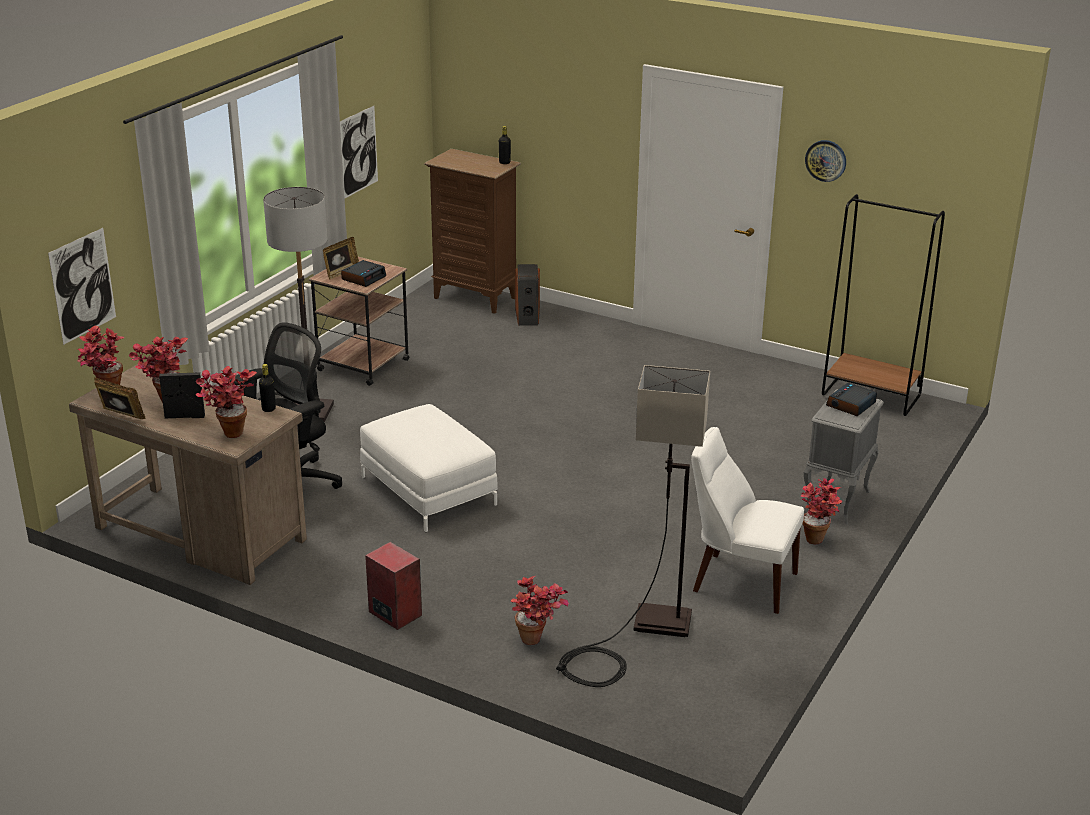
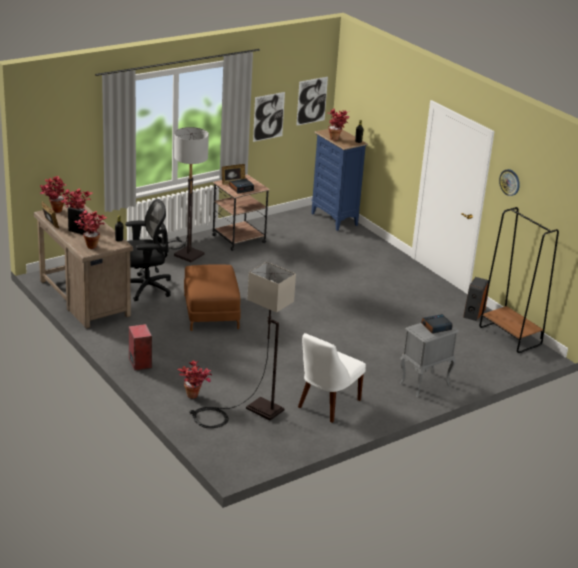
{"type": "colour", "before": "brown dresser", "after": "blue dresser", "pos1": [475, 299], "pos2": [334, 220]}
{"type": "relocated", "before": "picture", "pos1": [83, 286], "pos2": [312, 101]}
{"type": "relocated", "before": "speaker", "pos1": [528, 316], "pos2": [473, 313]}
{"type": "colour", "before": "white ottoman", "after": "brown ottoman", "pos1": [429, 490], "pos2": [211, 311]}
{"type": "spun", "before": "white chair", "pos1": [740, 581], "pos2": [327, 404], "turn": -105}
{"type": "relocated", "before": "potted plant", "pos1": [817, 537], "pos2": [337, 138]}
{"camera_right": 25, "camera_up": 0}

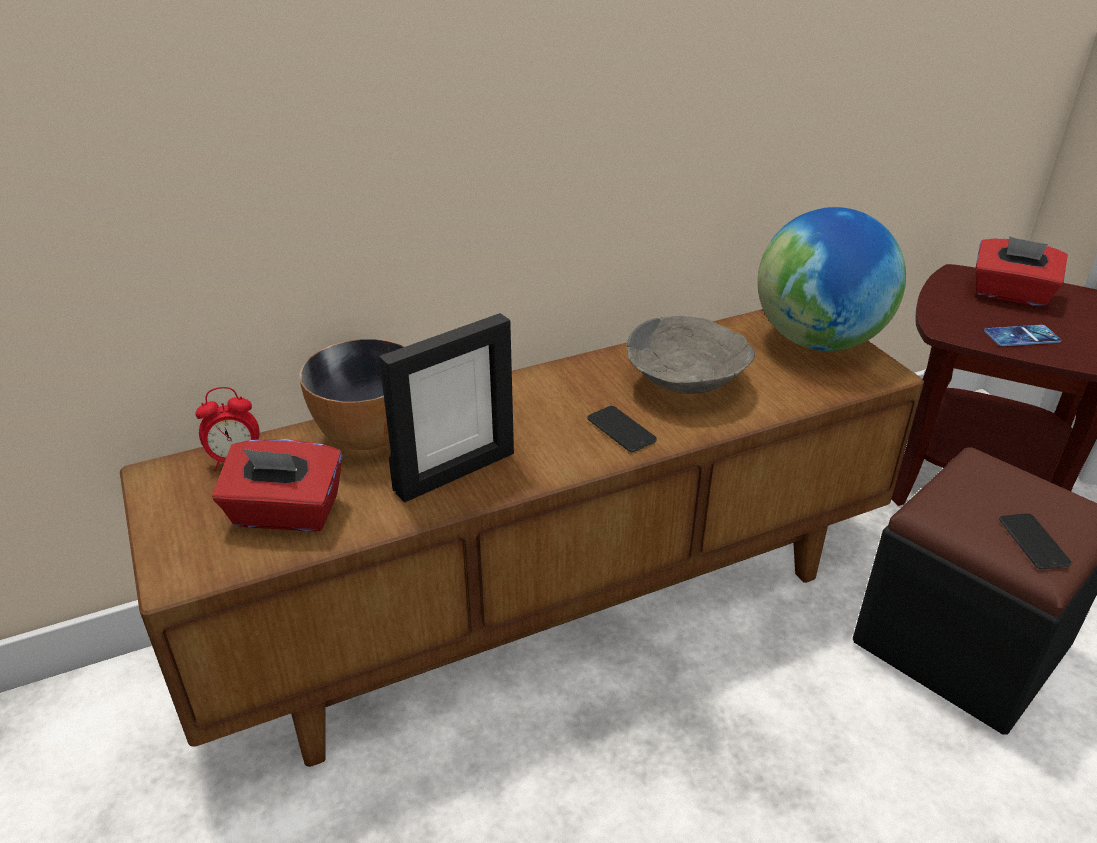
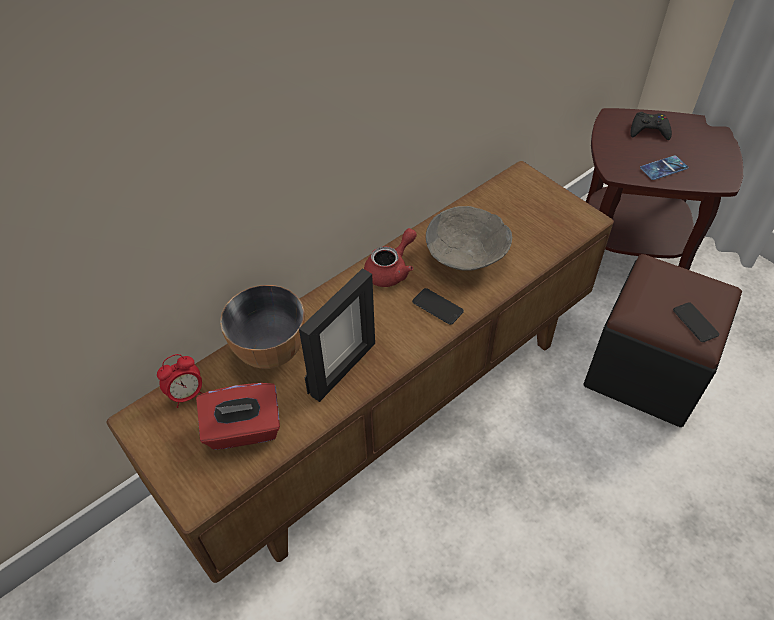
{"type": "missing", "before": "globe", "pos1": [819, 341]}
{"type": "exchanged", "before": "red tissue box", "after": "black game controller", "pos1": [1010, 294], "pos2": [649, 130]}
{"type": "appeared", "after": "red teapot", "pos2": [391, 270]}
{"camera_right": -15, "camera_up": 15}

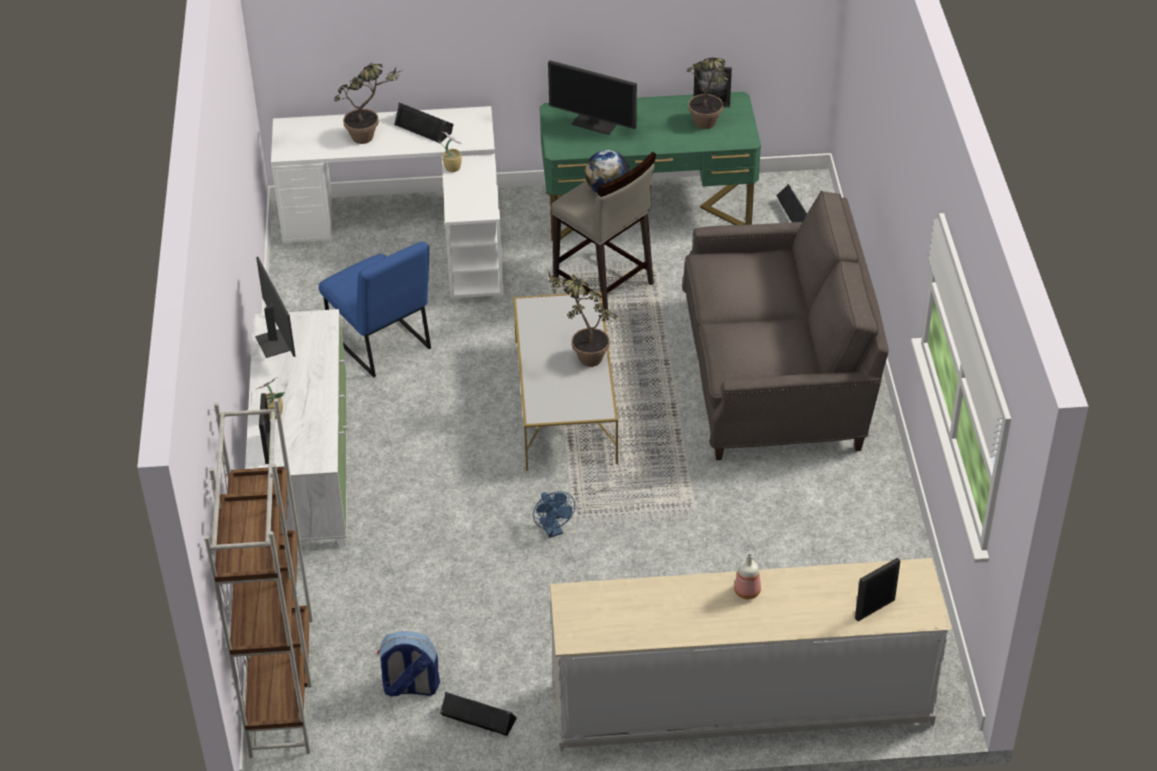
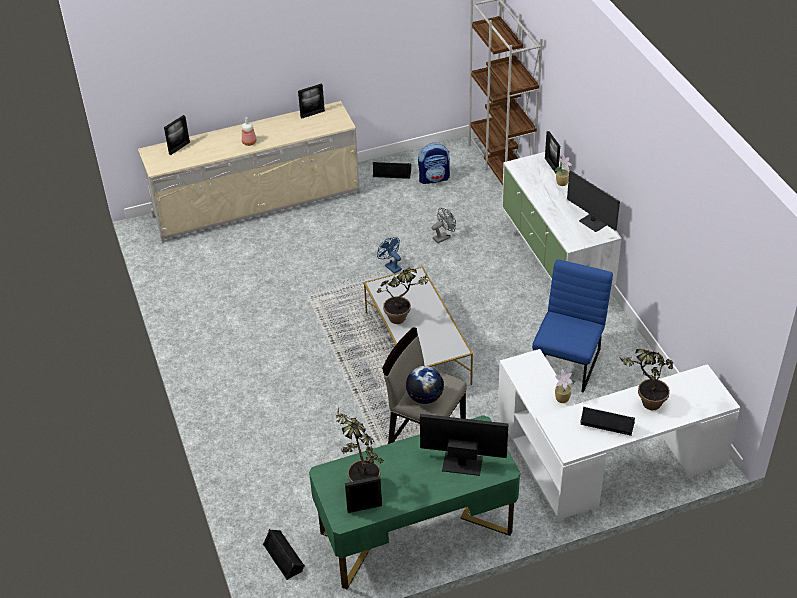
{"type": "missing", "before": "grey sofa", "pos1": [776, 375]}
{"type": "spun", "before": "blue chair", "pos1": [380, 342], "pos2": [568, 362], "turn": 75}
{"type": "appeared", "after": "picture frame", "pos2": [312, 114]}
{"type": "appeared", "after": "grey fan", "pos2": [443, 237]}
{"camera_right": 165, "camera_up": 0}

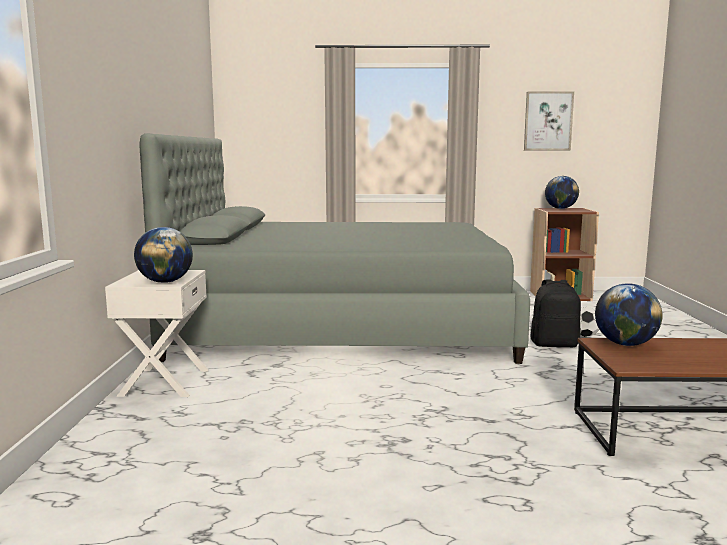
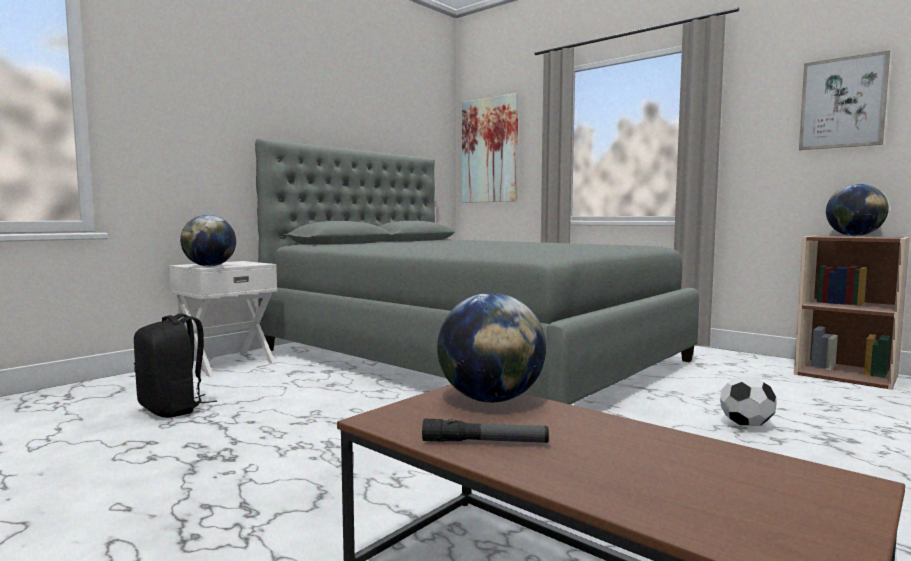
{"type": "relocated", "before": "black backpack", "pos1": [554, 344], "pos2": [173, 409]}
{"type": "appeared", "after": "picture", "pos2": [490, 150]}
{"type": "appeared", "after": "flashlight", "pos2": [485, 442]}
{"camera_right": 40, "camera_up": -5}

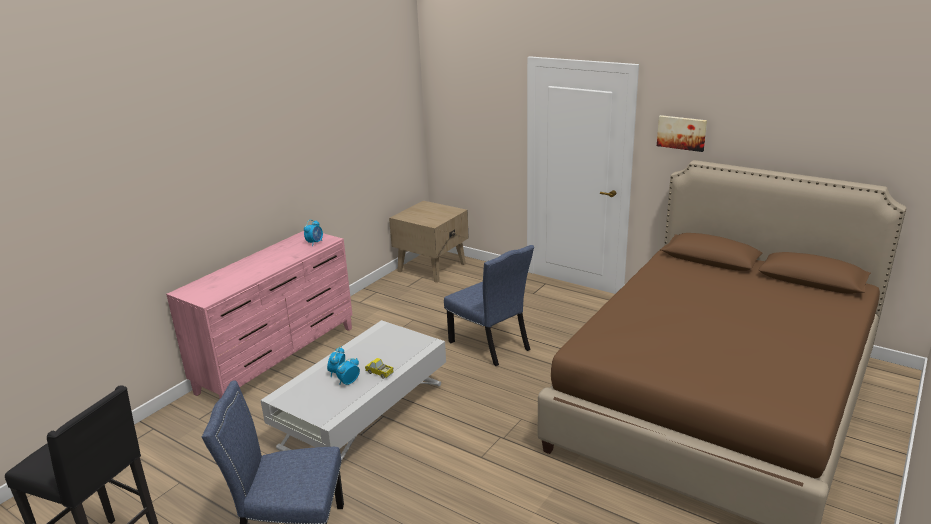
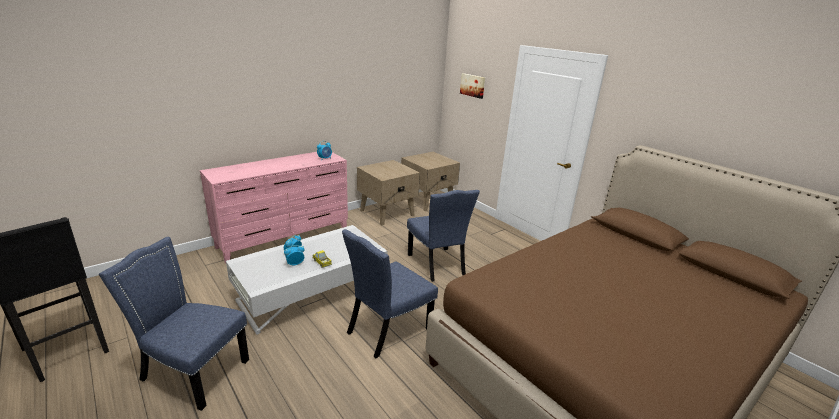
{"type": "relocated", "before": "picture", "pos1": [682, 132], "pos2": [473, 85]}
{"type": "appeared", "after": "beige nightstand", "pos2": [387, 213]}
{"type": "appeared", "after": "blue chair", "pos2": [389, 329]}
{"camera_right": 15, "camera_up": 0}

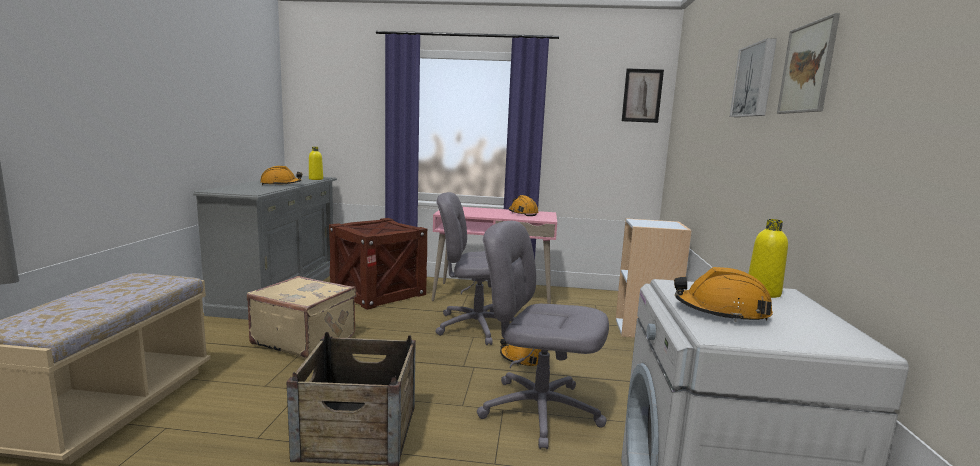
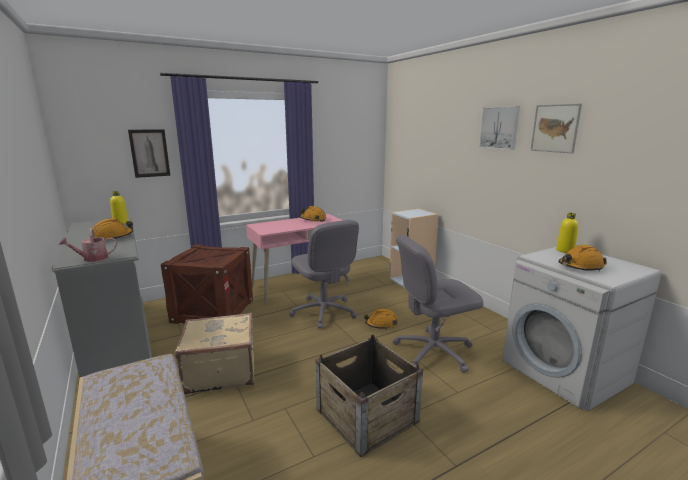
{"type": "relocated", "before": "picture", "pos1": [642, 95], "pos2": [149, 153]}
{"type": "spun", "before": "grey office chair", "pos1": [477, 326], "pos2": [324, 312], "turn": -90}
{"type": "appeared", "after": "watering can", "pos2": [92, 258]}
{"camera_right": -35, "camera_up": 5}

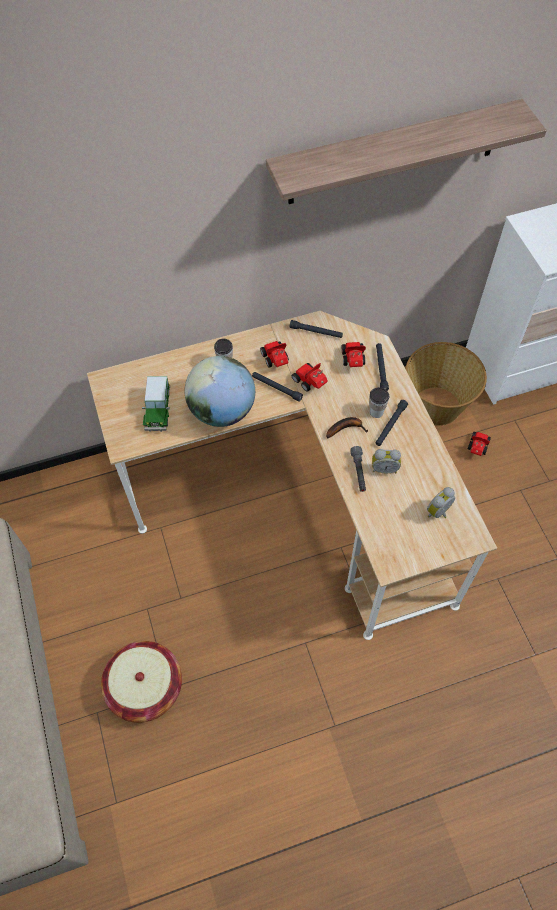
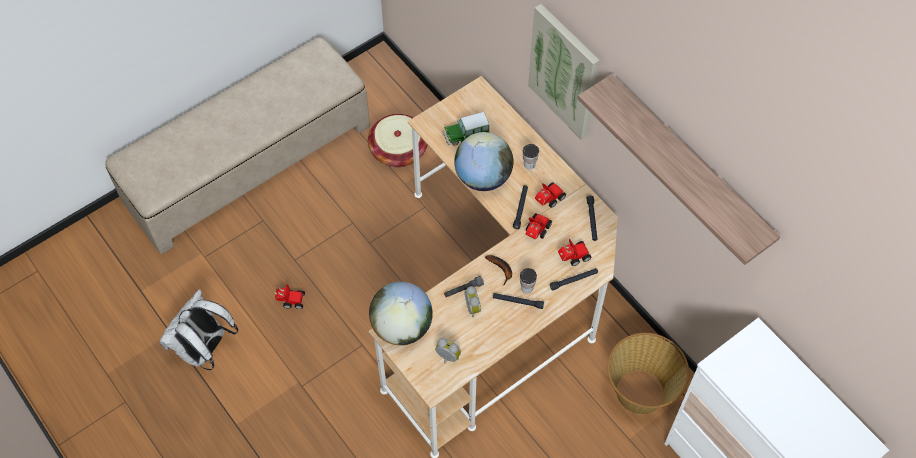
{"type": "relocated", "before": "toy car", "pos1": [477, 448], "pos2": [290, 300]}
{"type": "relocated", "before": "basket", "pos1": [145, 687], "pos2": [398, 150]}
{"type": "appeared", "after": "picture", "pos2": [564, 71]}
{"type": "appeared", "after": "globe", "pos2": [402, 327]}
{"type": "appeared", "after": "white backpack", "pos2": [205, 350]}
{"camera_right": 70, "camera_up": 0}

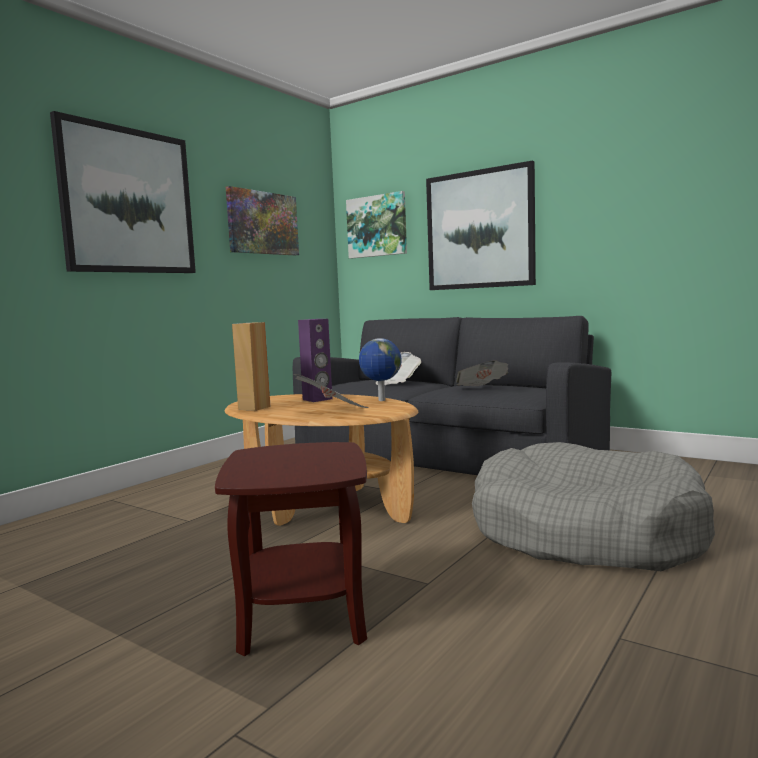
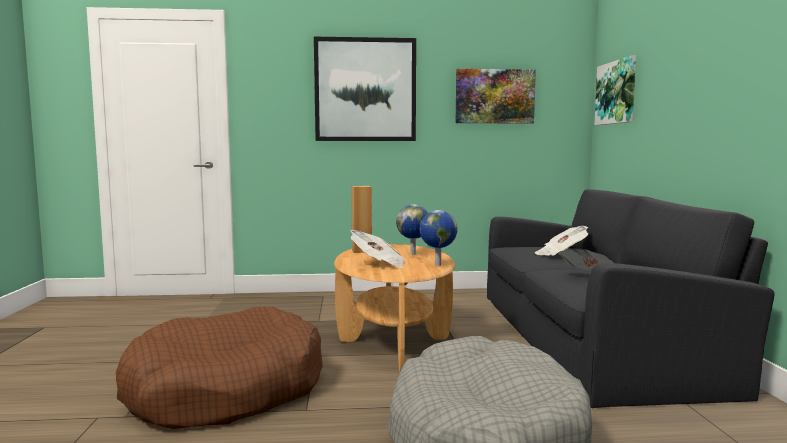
{"type": "missing", "before": "picture", "pos1": [480, 230]}
{"type": "exchanged", "before": "purple speaker", "after": "globe", "pos1": [317, 399], "pos2": [413, 254]}
{"type": "exchanged", "before": "brown side table", "after": "brown dog bed", "pos1": [302, 616], "pos2": [226, 390]}
{"camera_right": 50, "camera_up": 0}

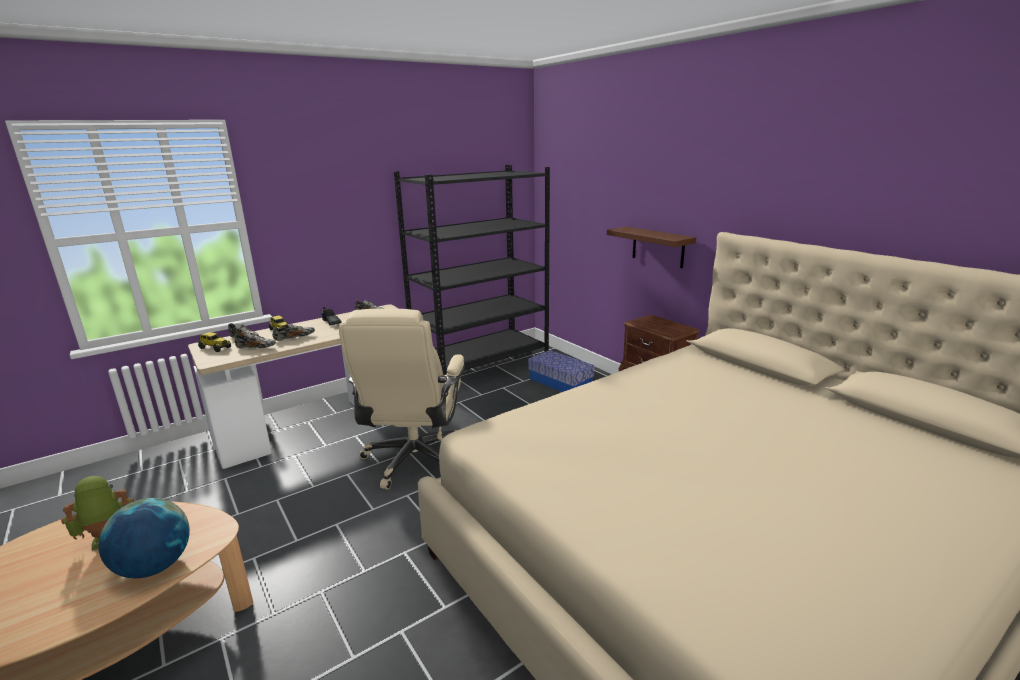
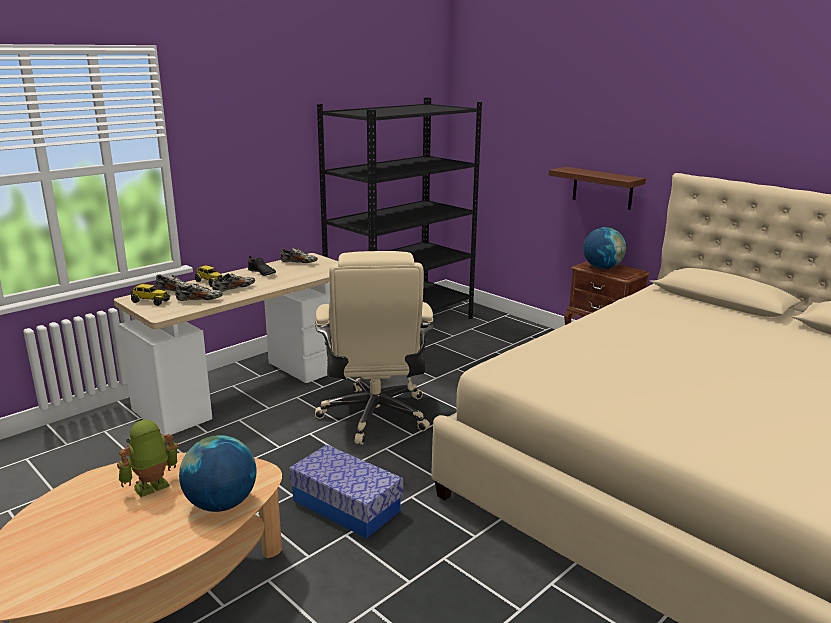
{"type": "relocated", "before": "storage box", "pos1": [560, 382], "pos2": [346, 505]}
{"type": "appeared", "after": "globe", "pos2": [602, 268]}
{"camera_right": -10, "camera_up": 0}

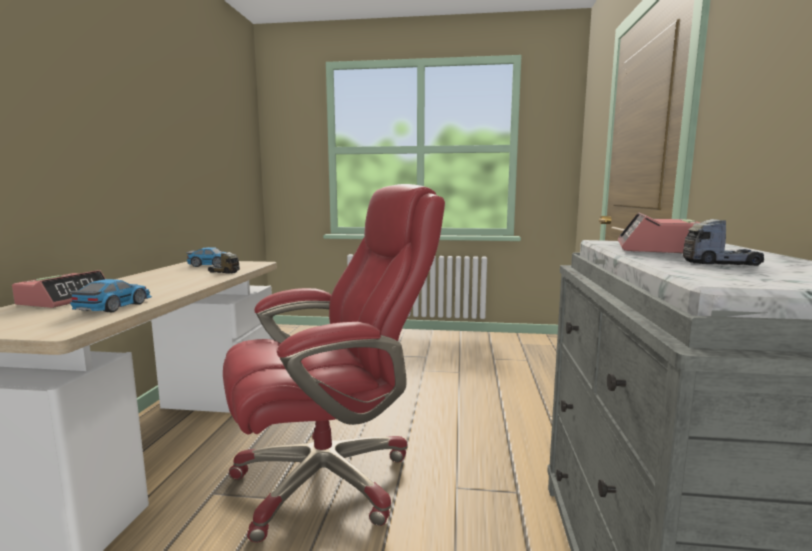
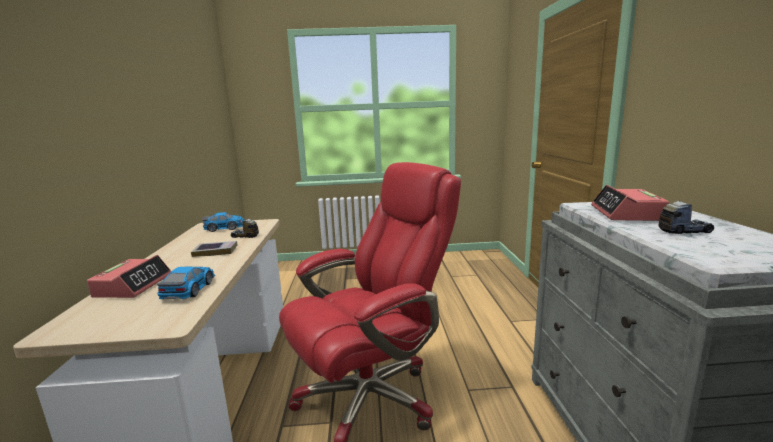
{"type": "appeared", "after": "book", "pos2": [215, 251]}
{"camera_right": -10, "camera_up": 5}

